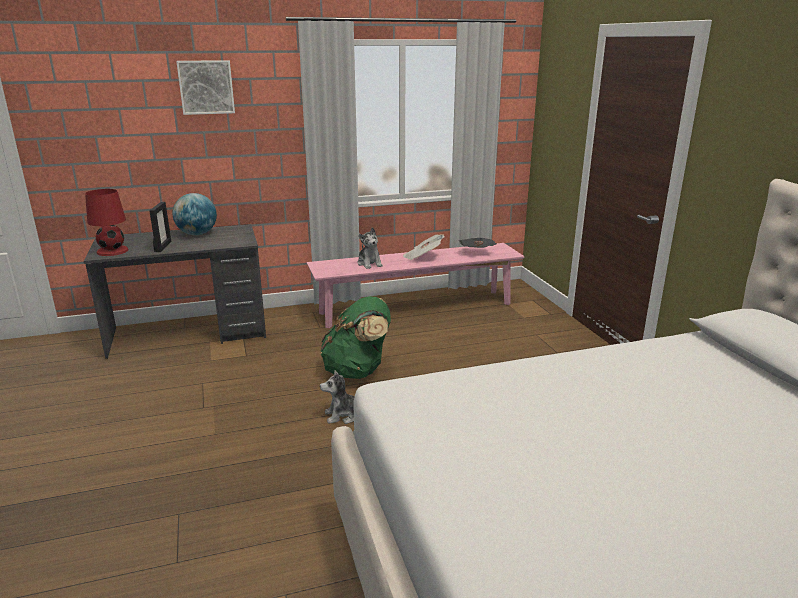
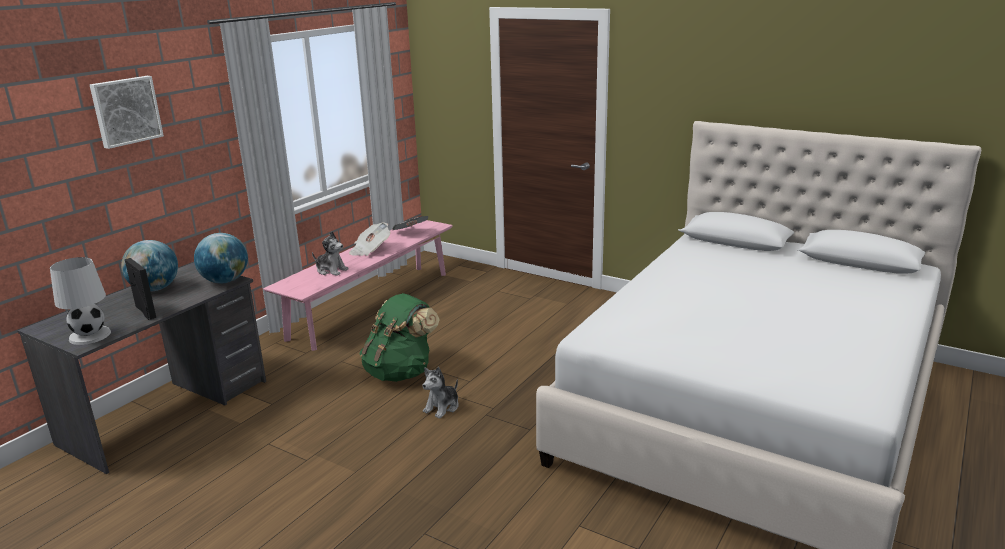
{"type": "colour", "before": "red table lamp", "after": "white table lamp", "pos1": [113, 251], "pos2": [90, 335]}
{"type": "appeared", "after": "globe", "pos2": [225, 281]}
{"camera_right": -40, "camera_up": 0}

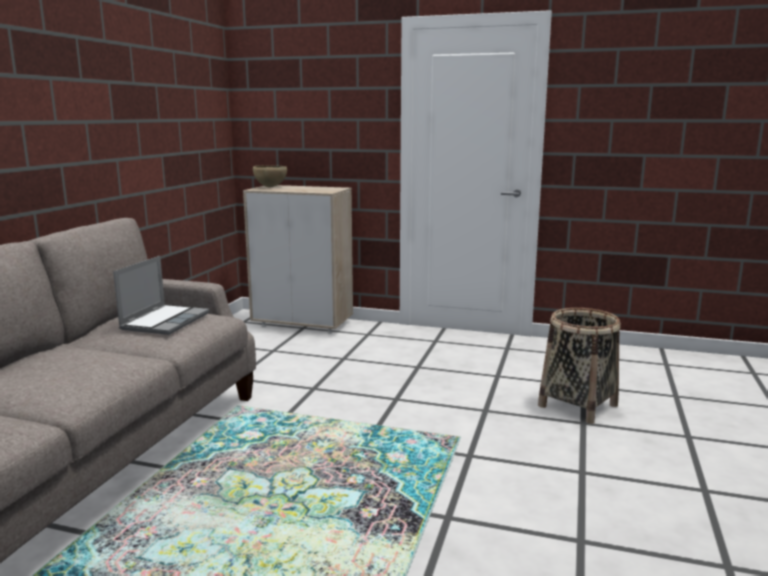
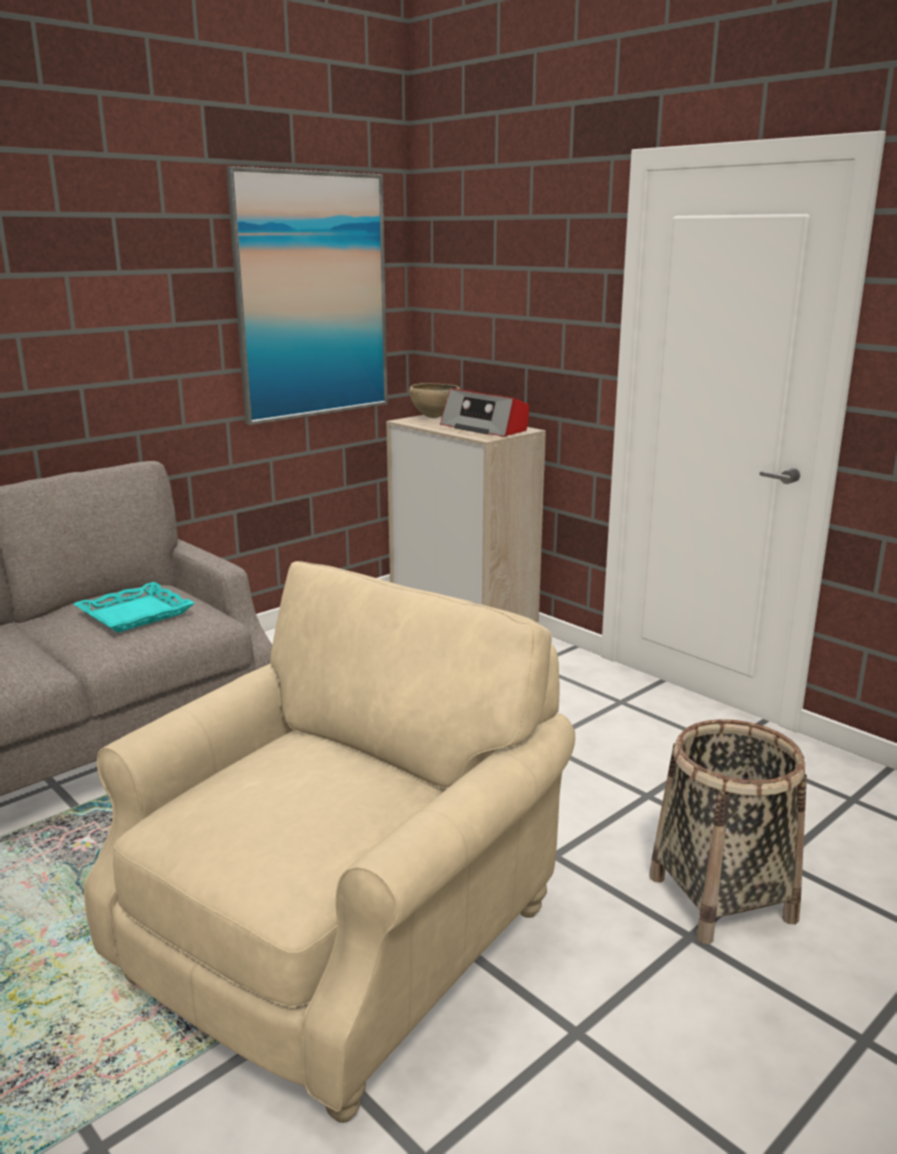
{"type": "exchanged", "before": "laptop", "after": "turquoise tray", "pos1": [165, 321], "pos2": [135, 614]}
{"type": "appeared", "after": "picture", "pos2": [312, 297]}
{"type": "appeared", "after": "radio", "pos2": [485, 428]}
{"type": "appeared", "after": "beige armchair", "pos2": [342, 944]}
{"camera_right": 30, "camera_up": 5}

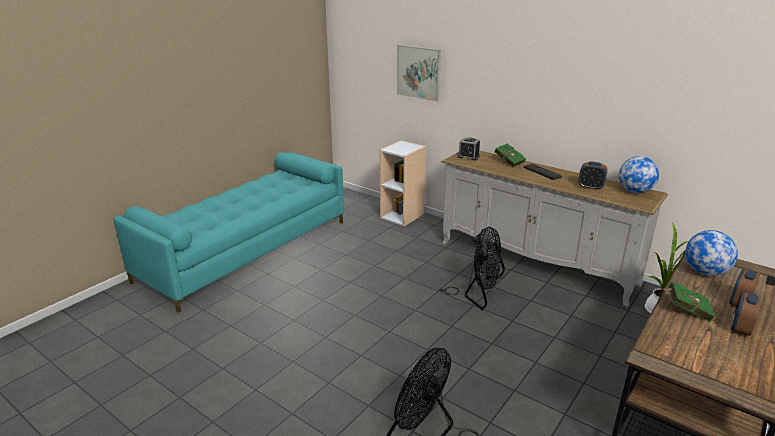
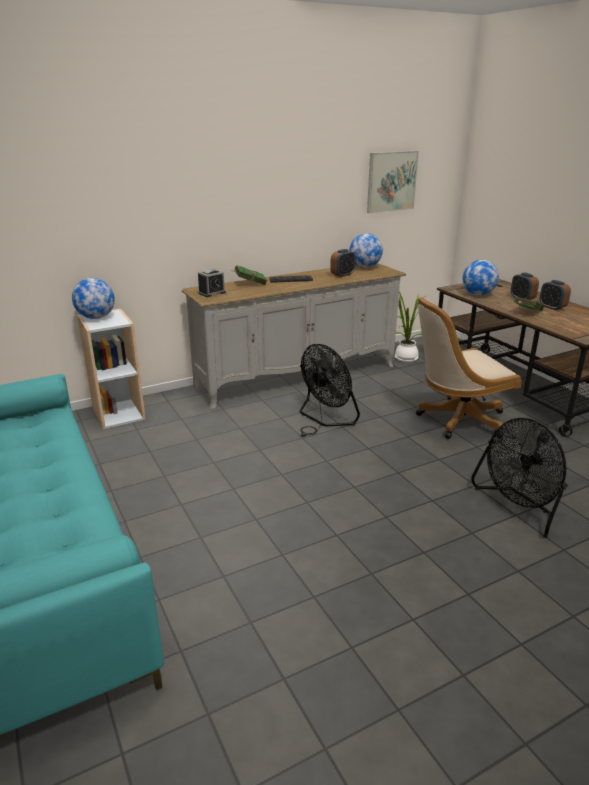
{"type": "relocated", "before": "picture", "pos1": [418, 72], "pos2": [391, 181]}
{"type": "appeared", "after": "globe", "pos2": [96, 317]}
{"type": "appeared", "after": "office chair", "pos2": [456, 420]}
{"camera_right": -65, "camera_up": 0}

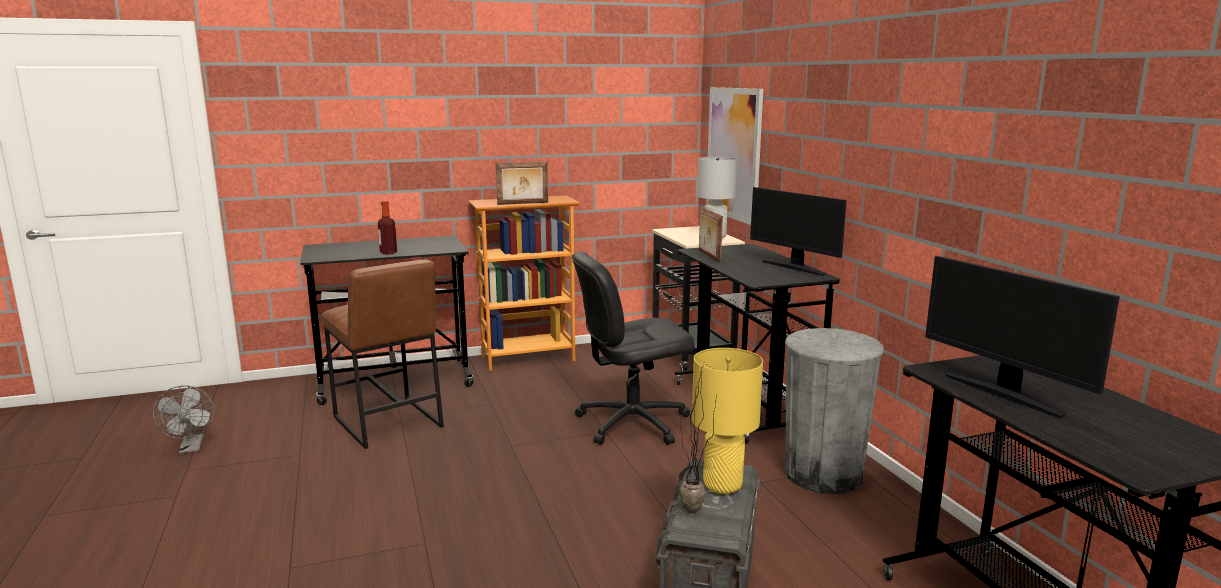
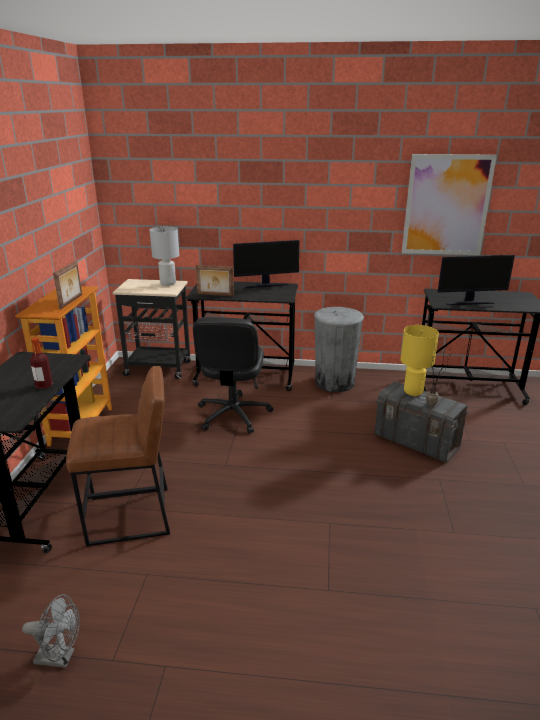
{"type": "relocated", "before": "picture", "pos1": [734, 153], "pos2": [446, 205]}
{"camera_right": -65, "camera_up": 10}

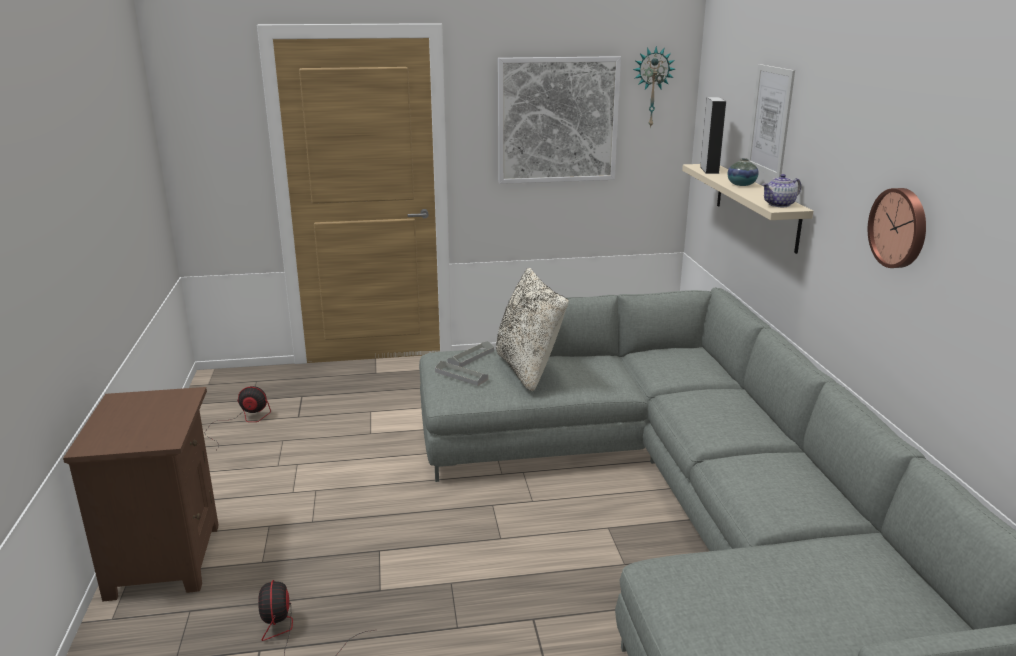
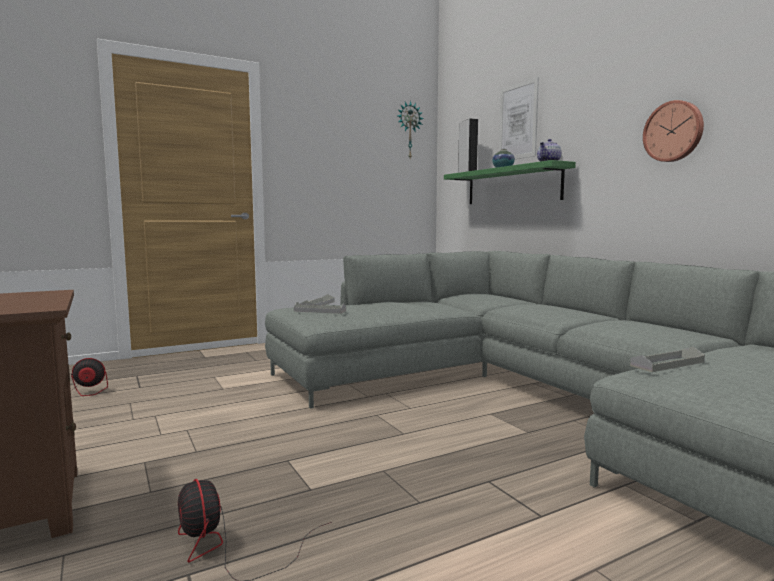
{"type": "missing", "before": "picture", "pos1": [557, 120]}
{"type": "colour", "before": "beige shelf", "after": "green shelf", "pos1": [756, 205], "pos2": [512, 186]}
{"type": "missing", "before": "beige pillow", "pos1": [528, 373]}
{"type": "appeared", "after": "grey tray", "pos2": [667, 364]}
{"camera_right": -20, "camera_up": -15}

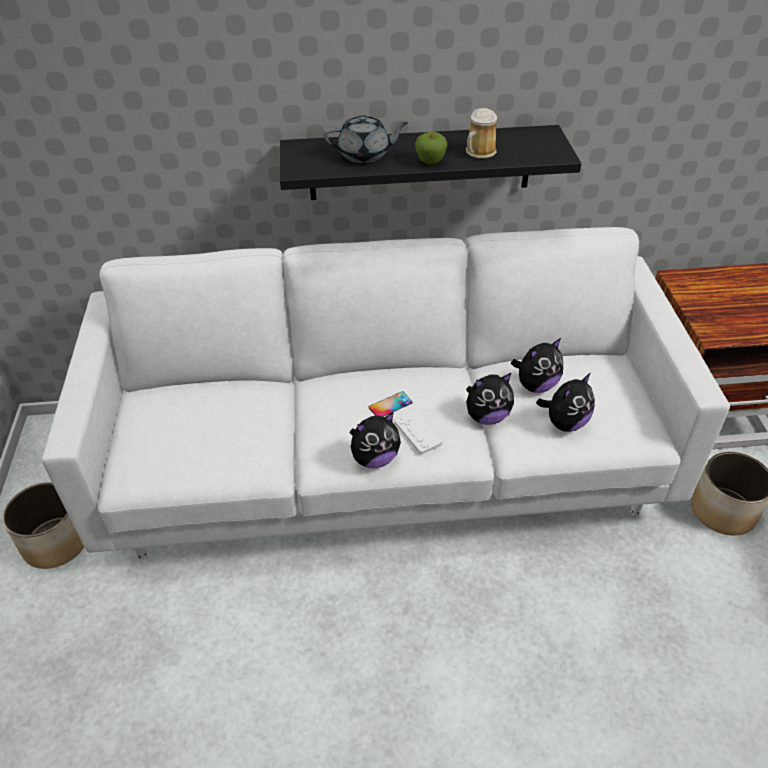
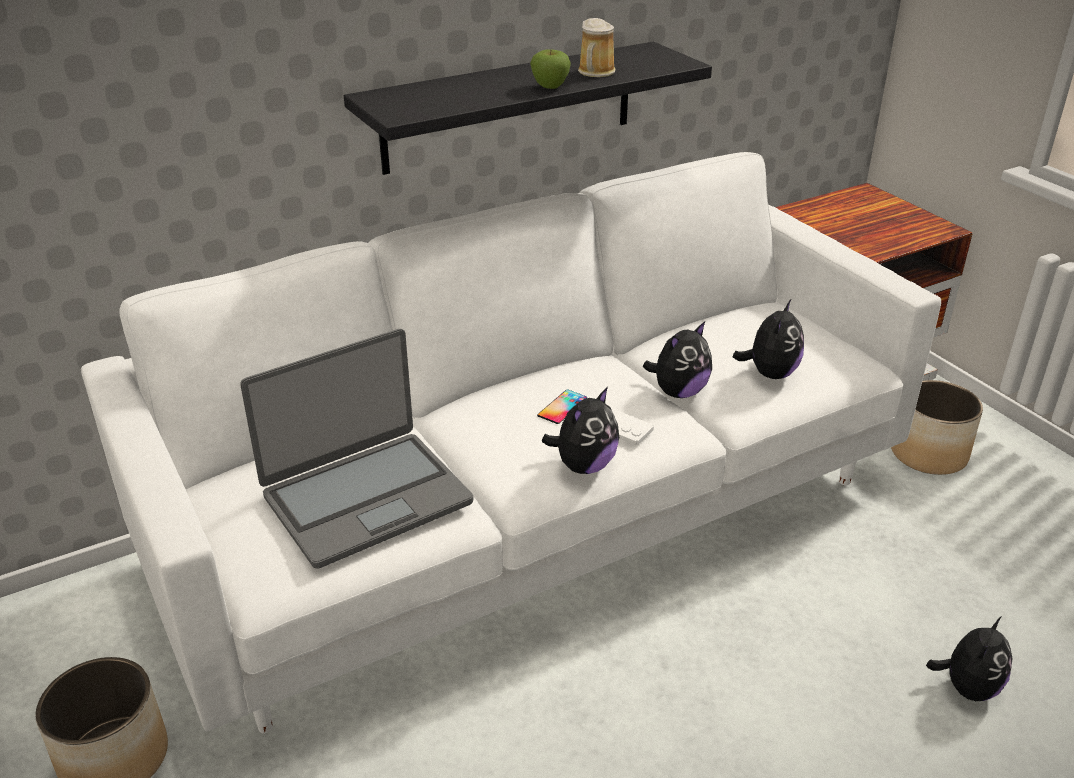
{"type": "missing", "before": "grey teapot", "pos1": [365, 155]}
{"type": "relocated", "before": "plush toy", "pos1": [536, 385], "pos2": [967, 687]}
{"type": "appeared", "after": "laptop", "pos2": [366, 498]}
{"camera_right": -25, "camera_up": -10}

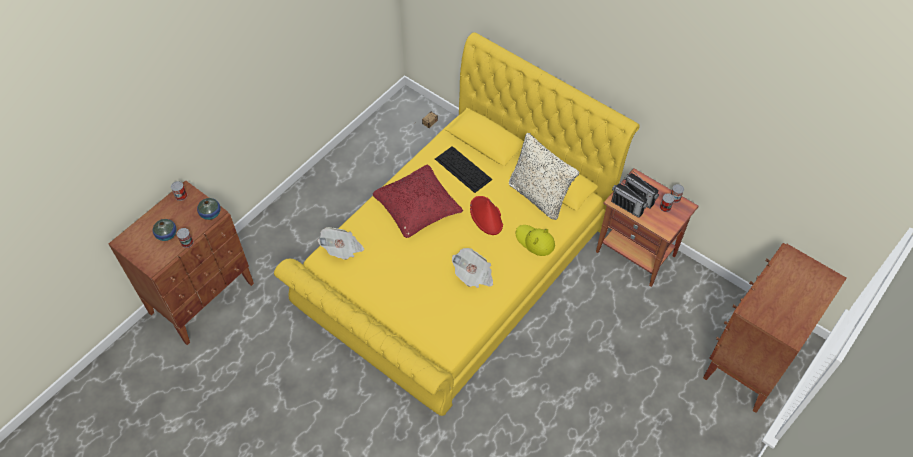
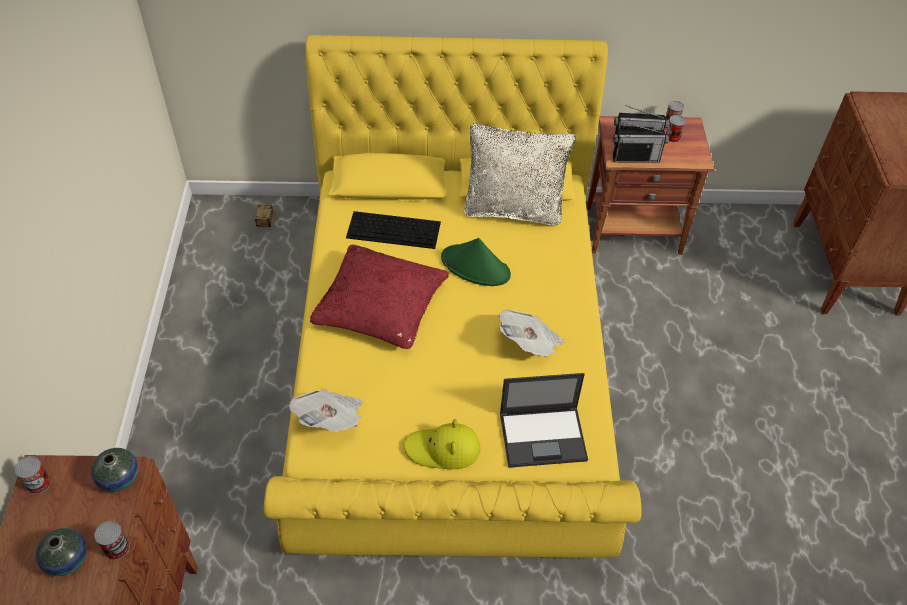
{"type": "colour", "before": "red hat", "after": "green hat", "pos1": [486, 216], "pos2": [476, 266]}
{"type": "relocated", "before": "yellow hat", "pos1": [535, 241], "pos2": [443, 449]}
{"type": "appeared", "after": "laptop", "pos2": [544, 436]}
{"camera_right": -40, "camera_up": -5}

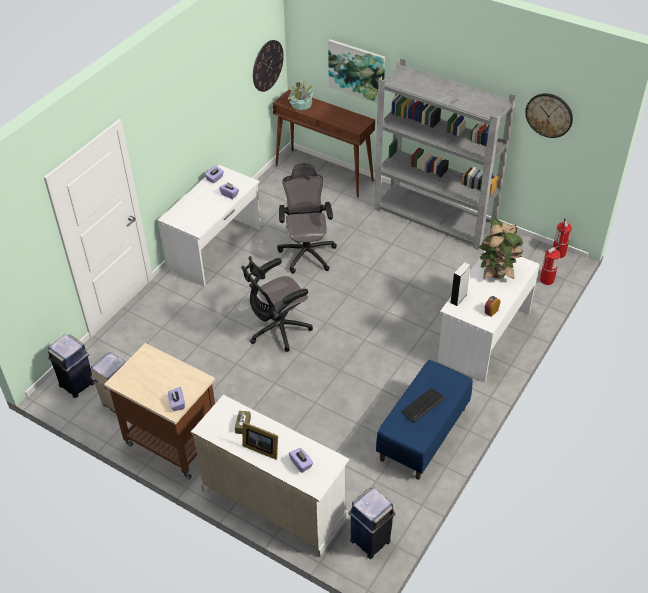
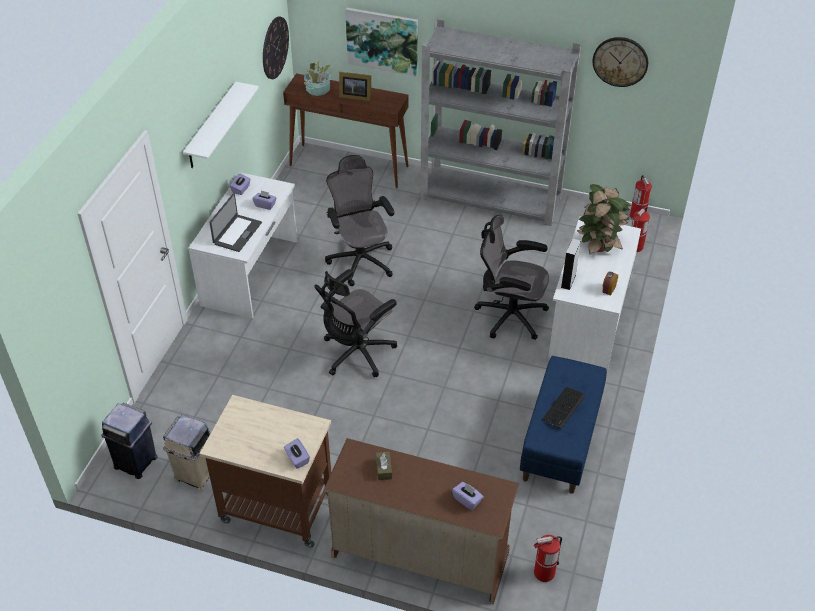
{"type": "colour", "before": "white cabinet", "after": "brown cabinet", "pos1": [273, 502], "pos2": [419, 553]}
{"type": "relocated", "before": "picture frame", "pos1": [260, 448], "pos2": [354, 96]}
{"type": "exchanged", "before": "blue trash can", "after": "fire extinguisher", "pos1": [371, 540], "pos2": [544, 573]}
{"type": "appeared", "after": "white shelf", "pos2": [211, 126]}
{"type": "appeared", "after": "laptop", "pos2": [237, 233]}
{"type": "appeared", "after": "office chair", "pos2": [510, 317]}
{"camera_right": -15, "camera_up": 0}

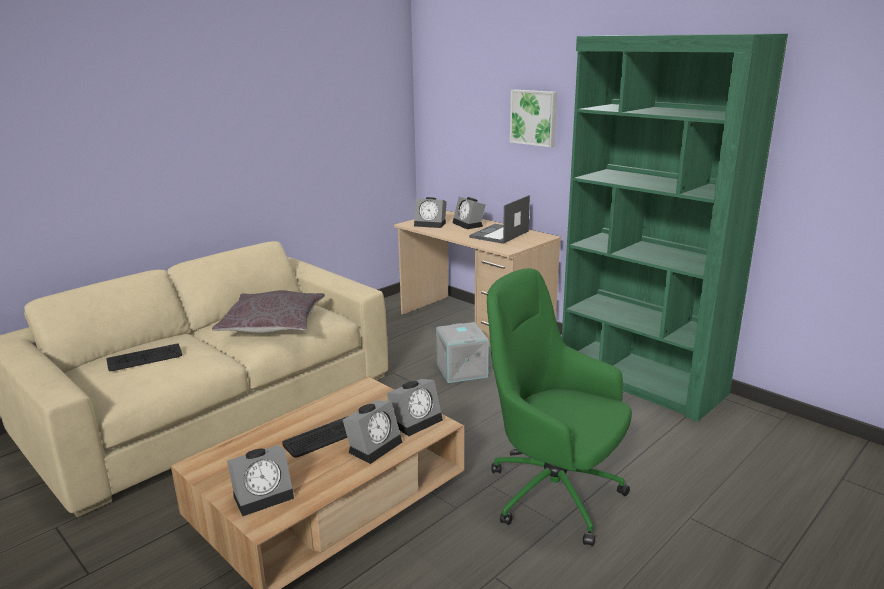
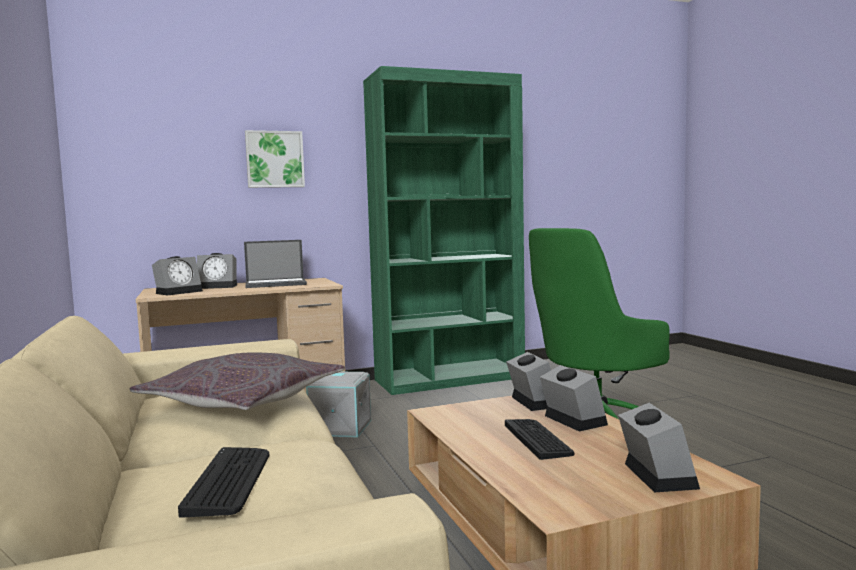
{"type": "spun", "before": "laptop", "pos1": [499, 234], "pos2": [276, 284], "turn": -75}
{"camera_right": -65, "camera_up": -15}

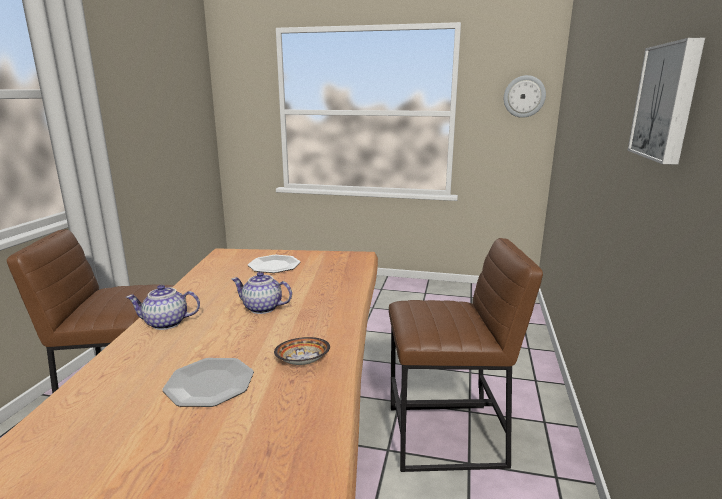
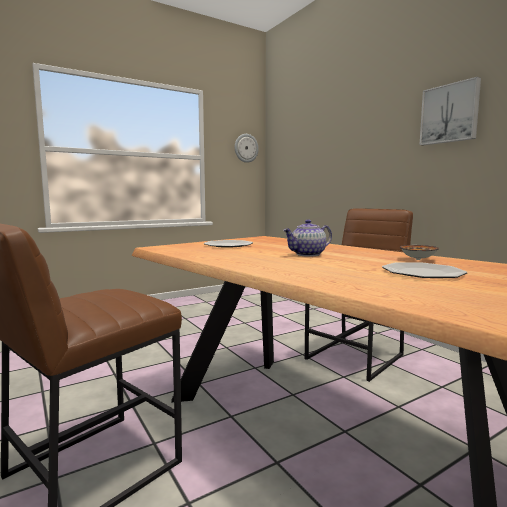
{"type": "missing", "before": "teapot", "pos1": [165, 324]}
{"camera_right": -45, "camera_up": -10}

